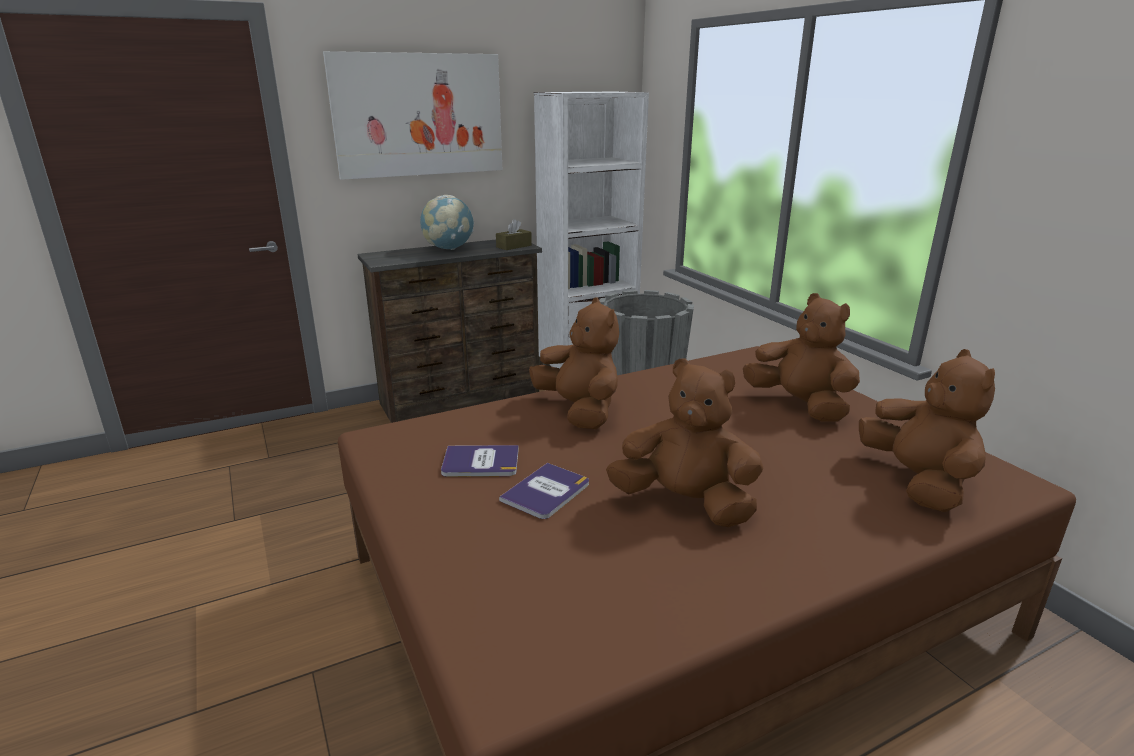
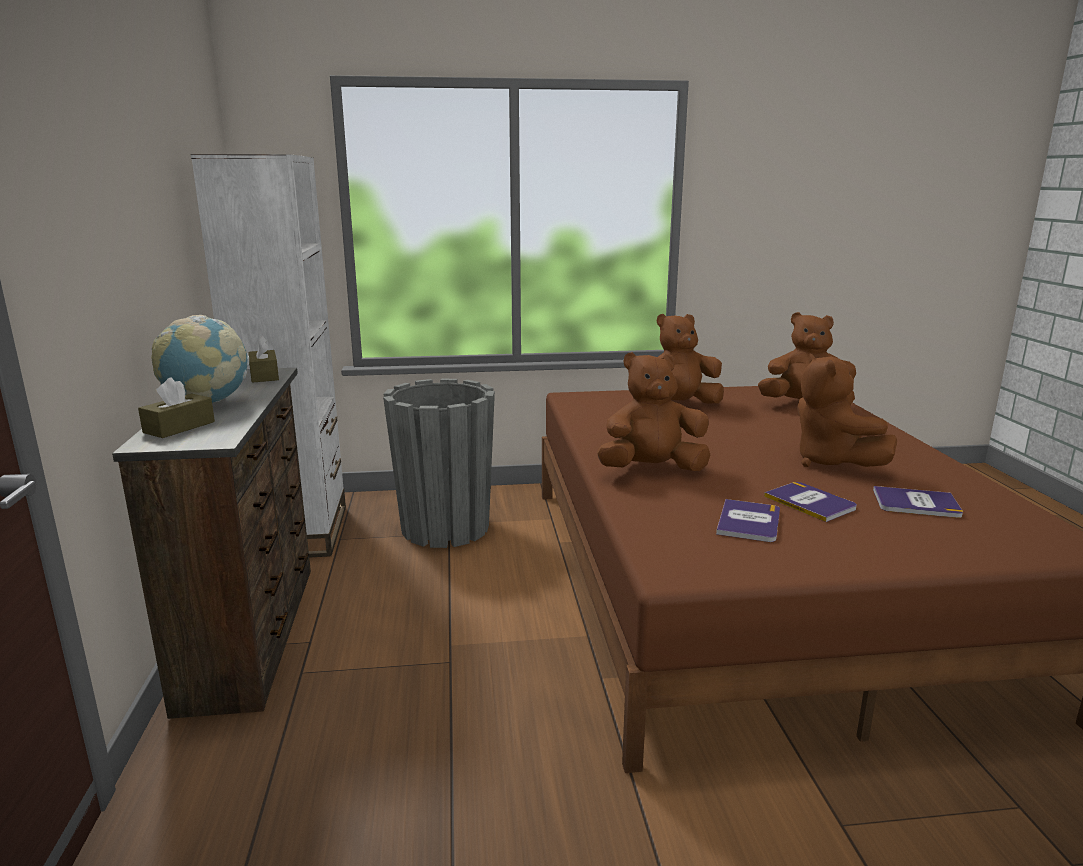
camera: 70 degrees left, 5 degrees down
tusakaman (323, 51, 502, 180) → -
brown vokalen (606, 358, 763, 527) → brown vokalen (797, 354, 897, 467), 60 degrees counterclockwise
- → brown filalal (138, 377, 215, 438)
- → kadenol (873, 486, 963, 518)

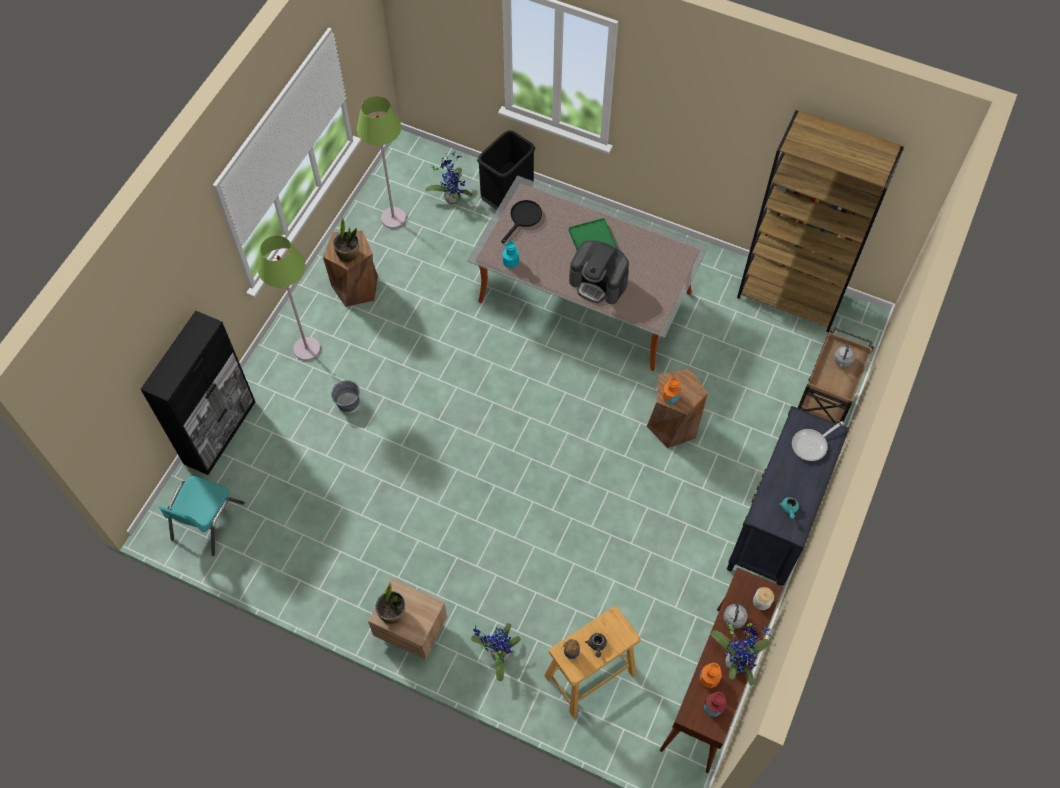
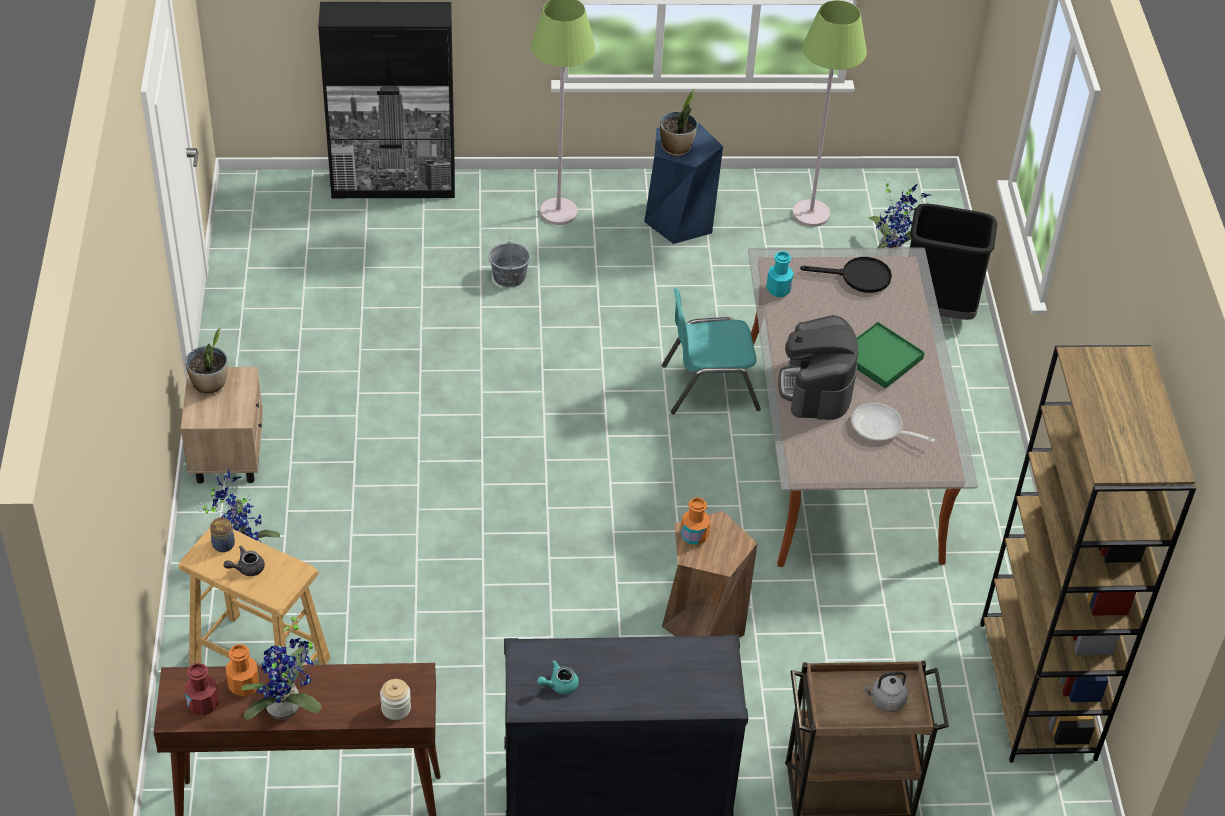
camera: 60 degrees right, 15 degrees down
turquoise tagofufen (158, 476, 245, 556) → turquoise tagofufen (662, 288, 761, 414), move
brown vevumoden (323, 230, 378, 307) → blue vevumoden (644, 122, 723, 244)
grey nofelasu (723, 602, 747, 631) → -
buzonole (792, 421, 843, 461) → buzonole (851, 403, 935, 442), move

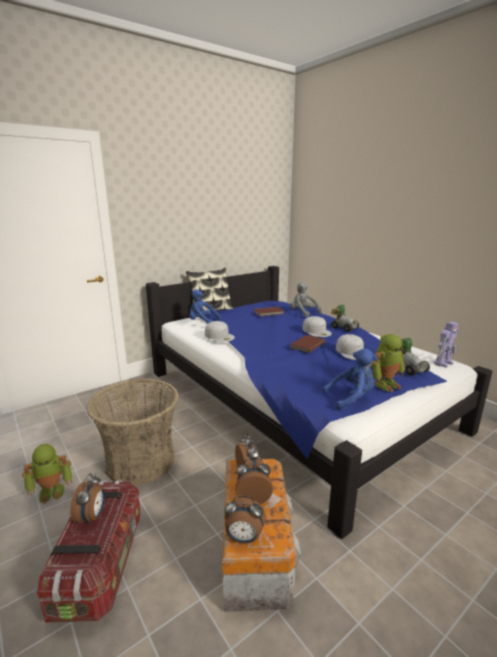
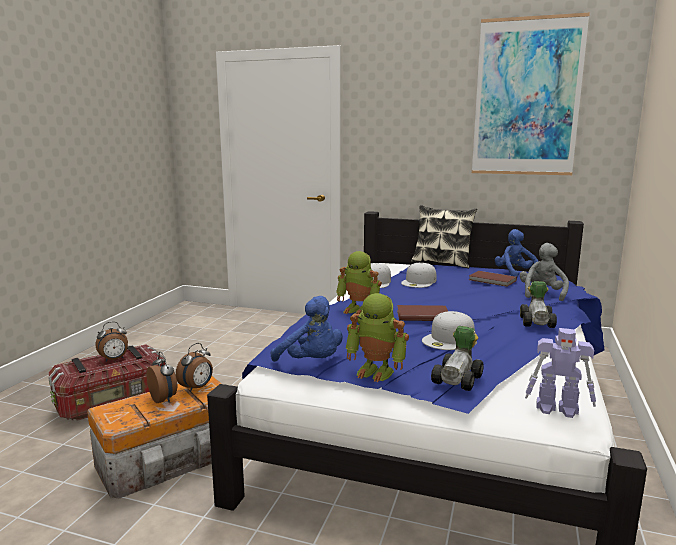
camera: 55 degrees right, 5 degrees down
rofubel (22, 444, 72, 504) → rofubel (336, 251, 382, 314), move
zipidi (86, 379, 179, 485) → -
blue vokalen (189, 289, 221, 324) → blue vokalen (495, 229, 539, 277), move
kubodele (224, 496, 266, 543) → -
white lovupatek (302, 316, 332, 337) → white lovupatek (401, 263, 436, 288), move
- → tusakaman (472, 13, 590, 175)

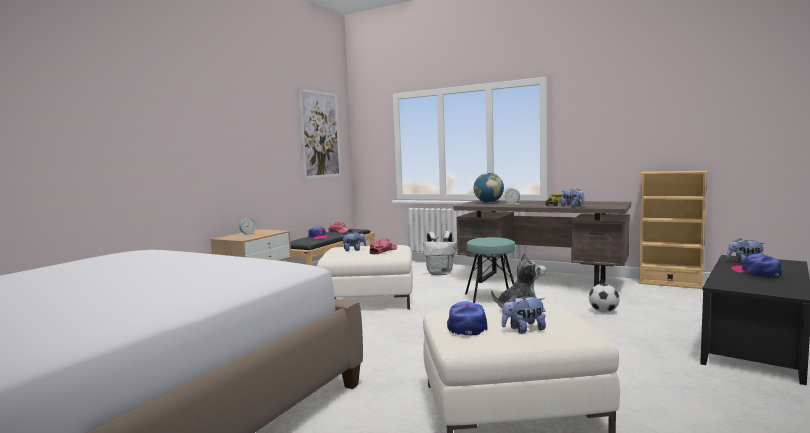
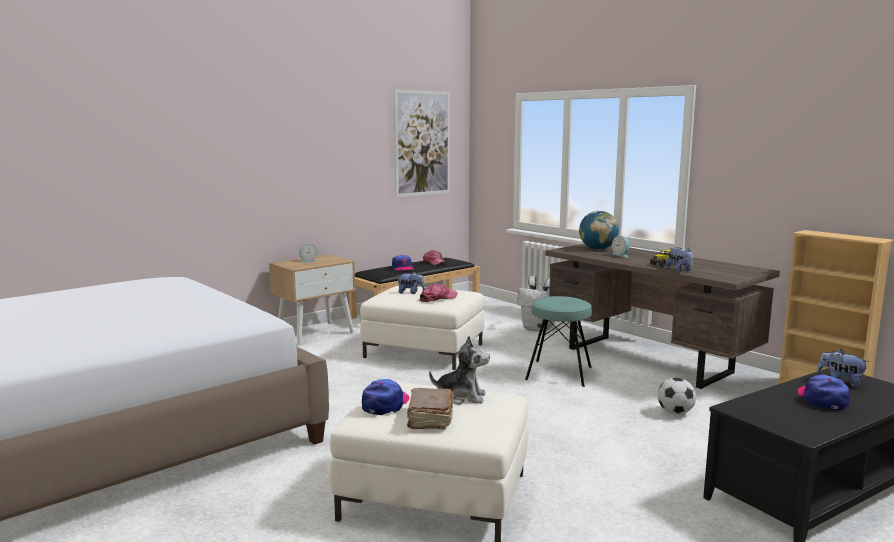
camera: 20 degrees right, 5 degrees up
vokalen (502, 294, 546, 334) → brown kadenol (407, 388, 454, 430)

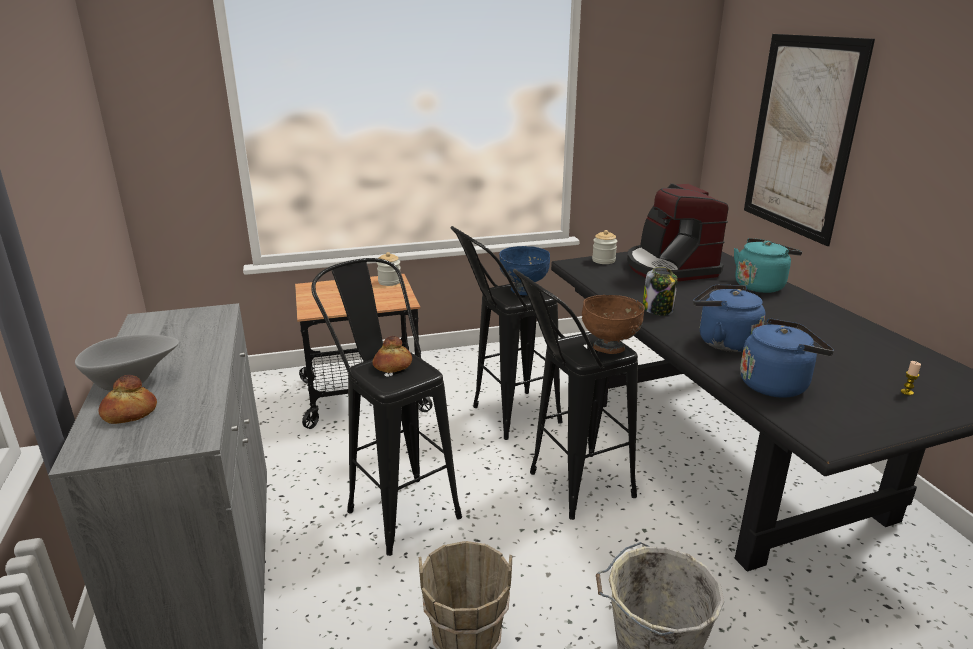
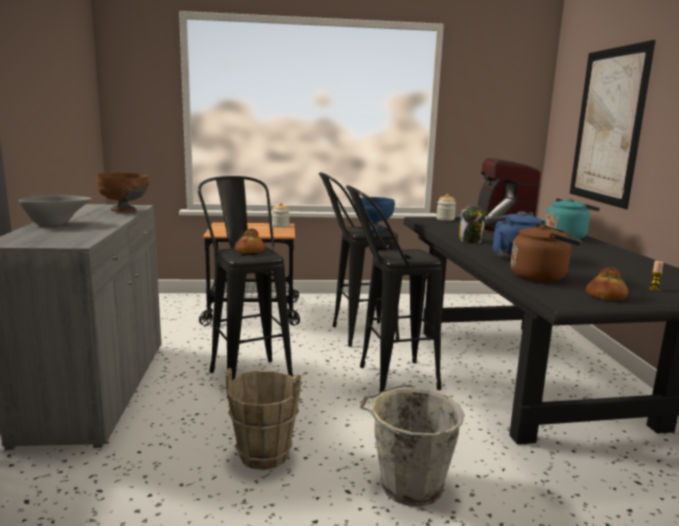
camera: 10 degrees right, 10 degrees down
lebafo (98, 375, 157, 424) → lebafo (586, 267, 628, 300), move
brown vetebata (582, 295, 645, 354) → brown vetebata (96, 172, 149, 212), move
blue nofelasu (740, 318, 834, 398) → brown nofelasu (511, 224, 582, 282)

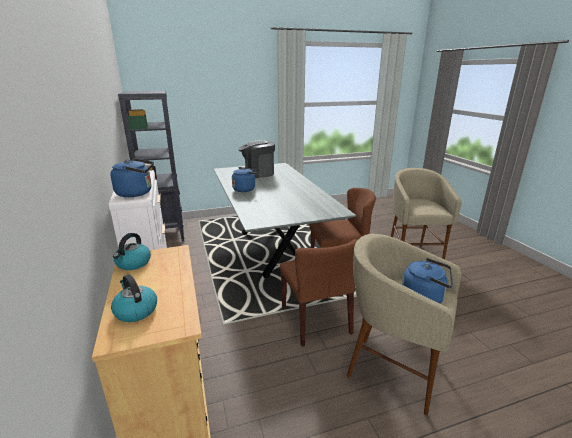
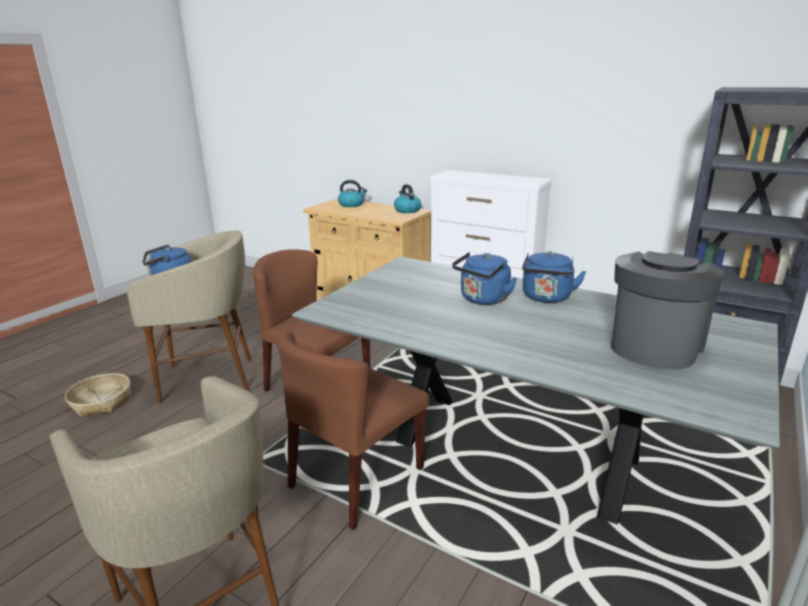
camera: 140 degrees right, 0 degrees up
blue nofelasu (110, 158, 154, 197) → blue nofelasu (452, 252, 517, 305), move
- → zipidi (65, 373, 131, 417)

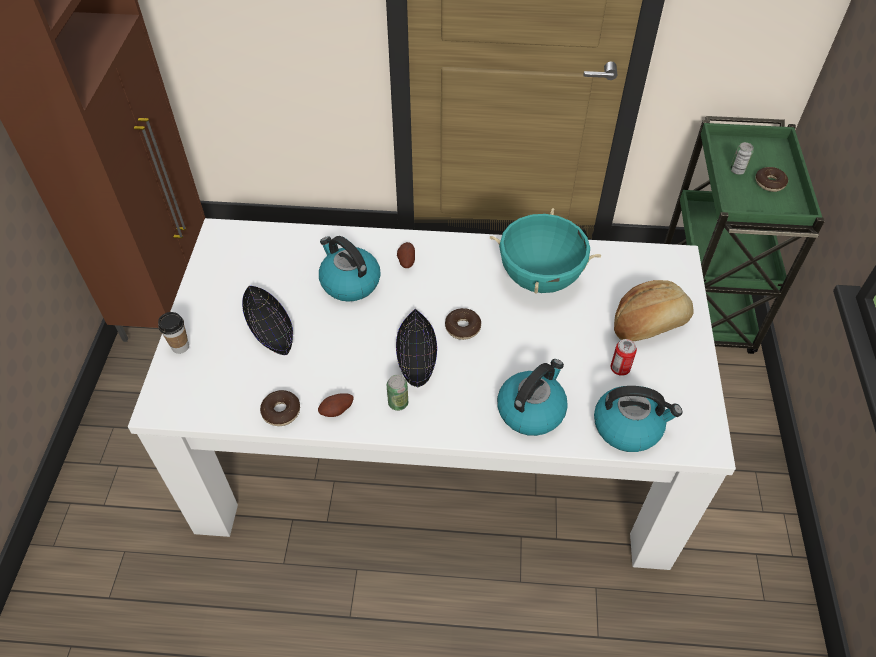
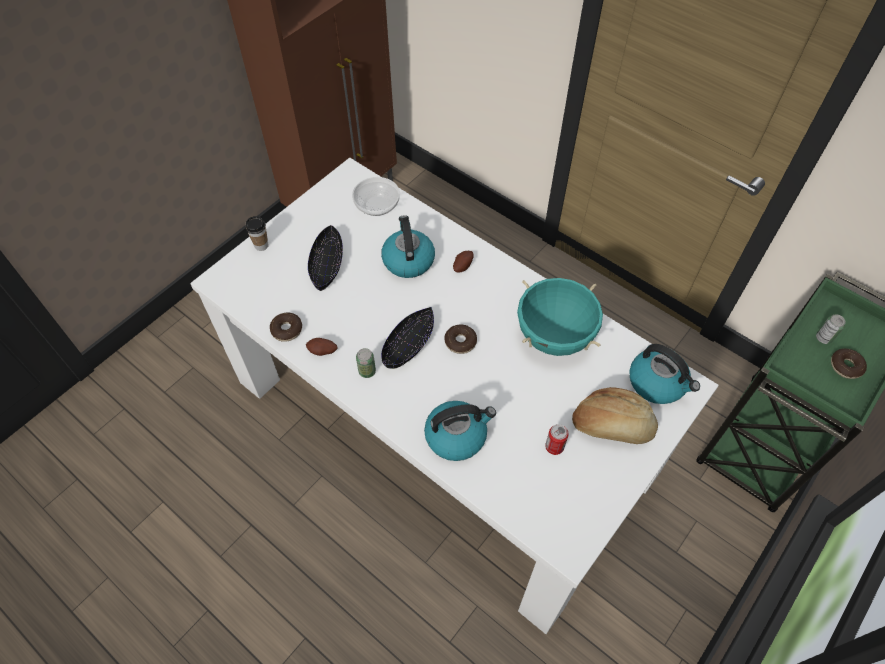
camera: 35 degrees right, 5 degrees up
nofelasu (594, 386, 682, 452) → nofelasu (630, 344, 700, 404), move
- → vetebata (352, 177, 400, 216)

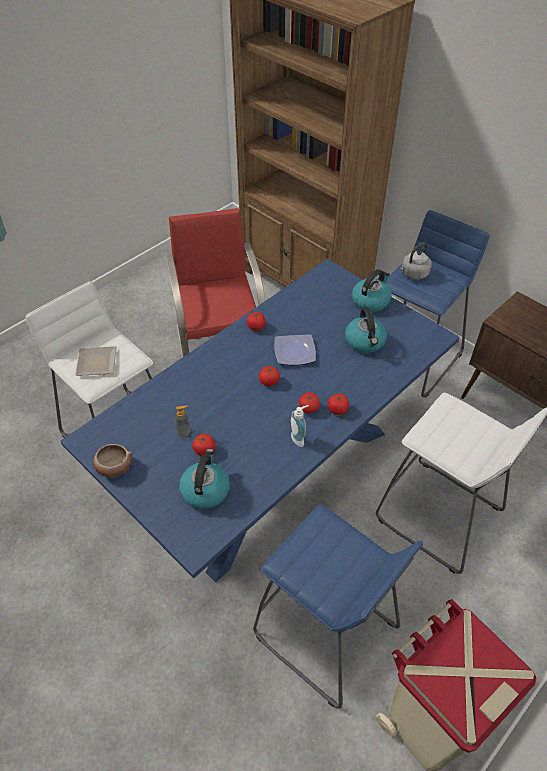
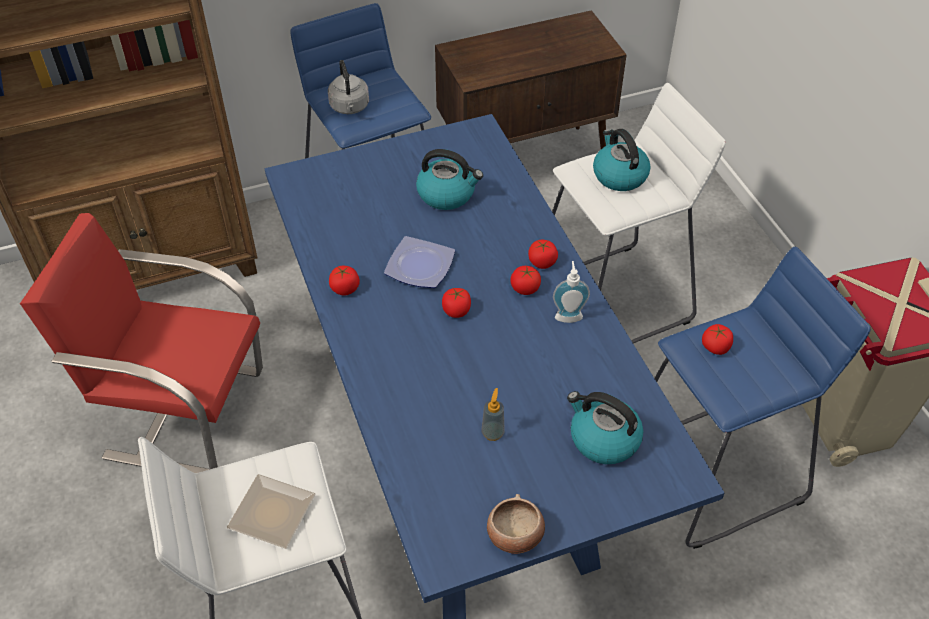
camera: 65 degrees left, 0 degrees up
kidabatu (192, 434, 216, 456) → kidabatu (702, 324, 733, 355), move
nofelasu (352, 269, 391, 312) → nofelasu (593, 129, 651, 191), move

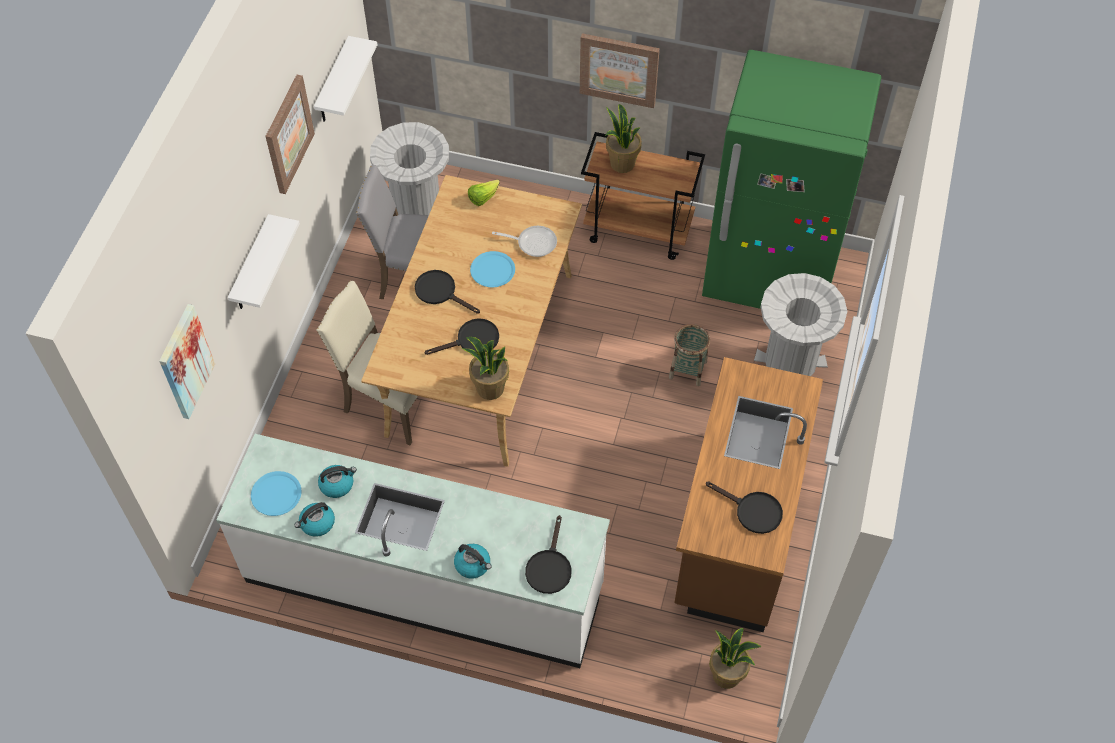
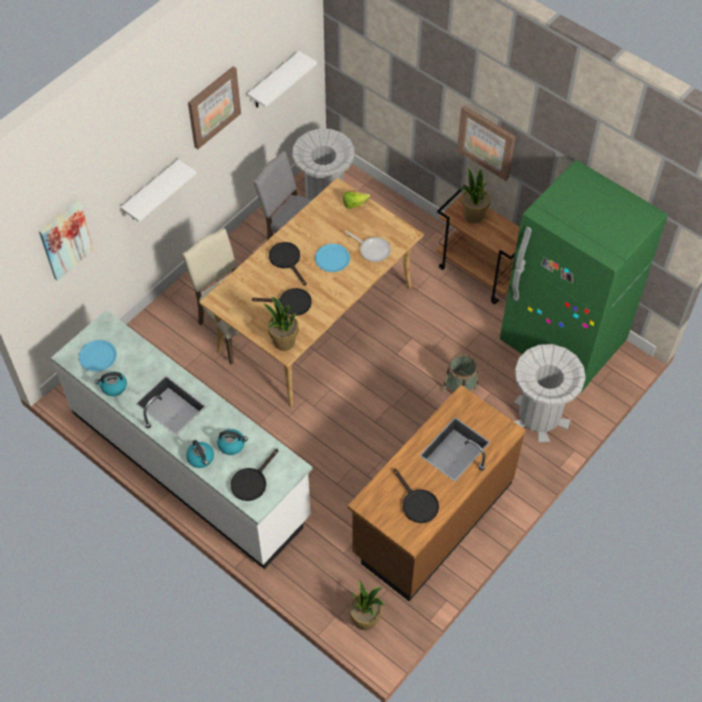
camera: 25 degrees right, 0 degrees up
nofelasu (318, 465, 357, 498) → nofelasu (217, 429, 248, 455), move

